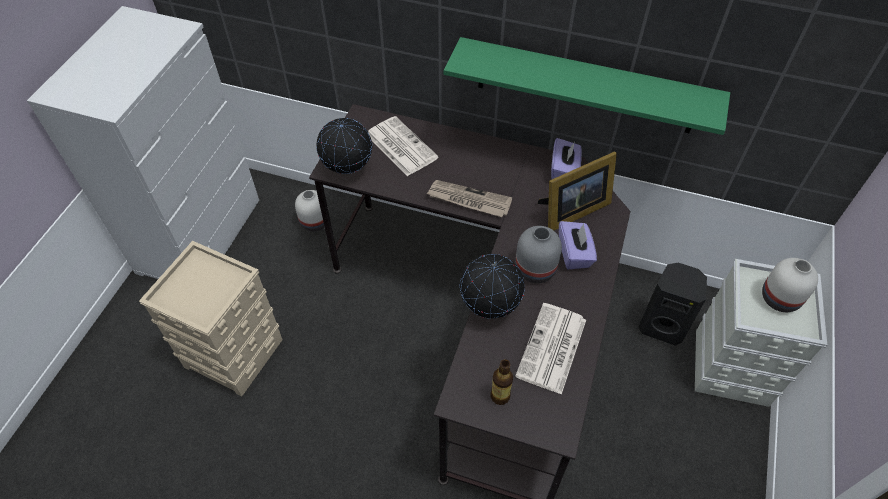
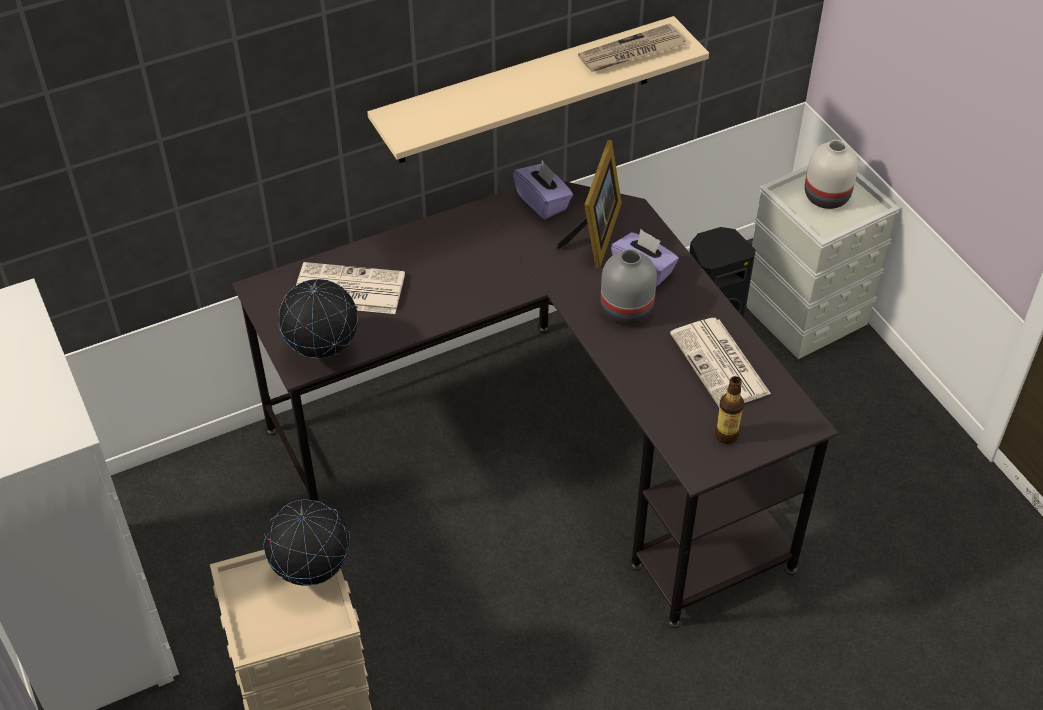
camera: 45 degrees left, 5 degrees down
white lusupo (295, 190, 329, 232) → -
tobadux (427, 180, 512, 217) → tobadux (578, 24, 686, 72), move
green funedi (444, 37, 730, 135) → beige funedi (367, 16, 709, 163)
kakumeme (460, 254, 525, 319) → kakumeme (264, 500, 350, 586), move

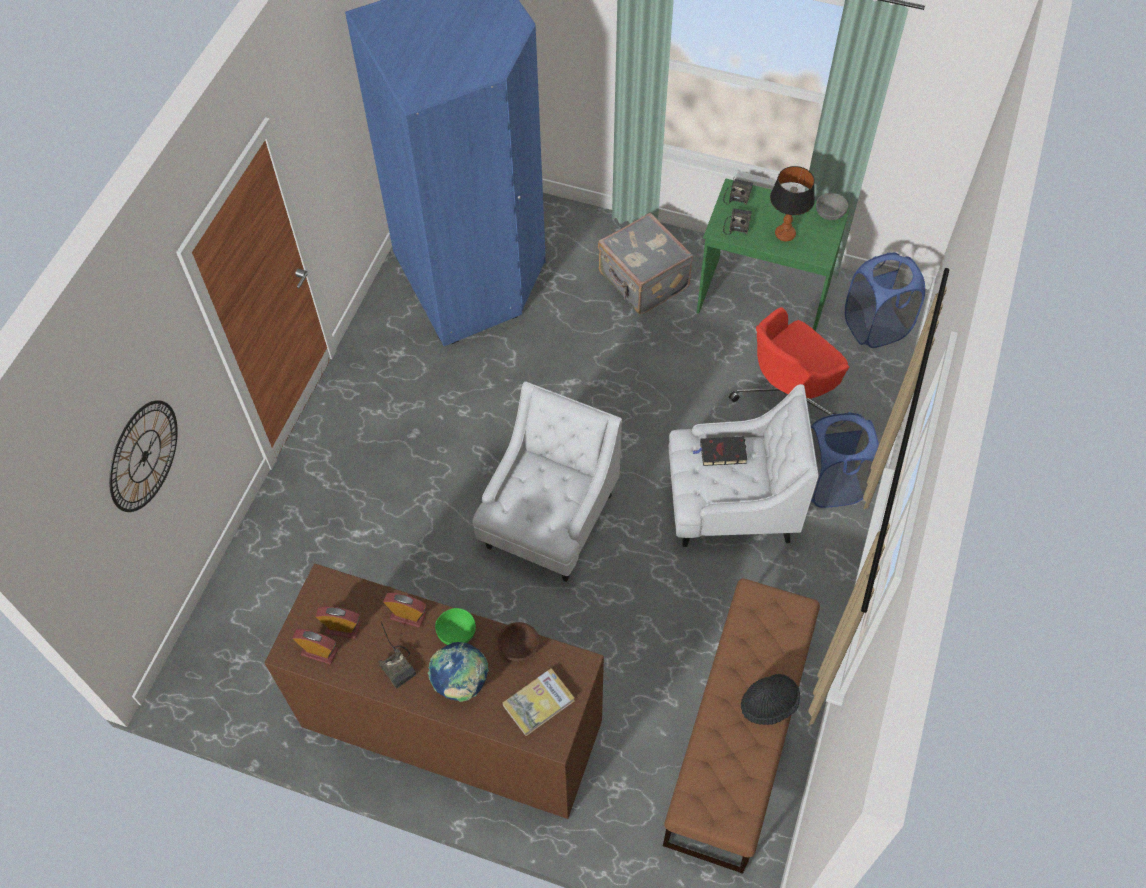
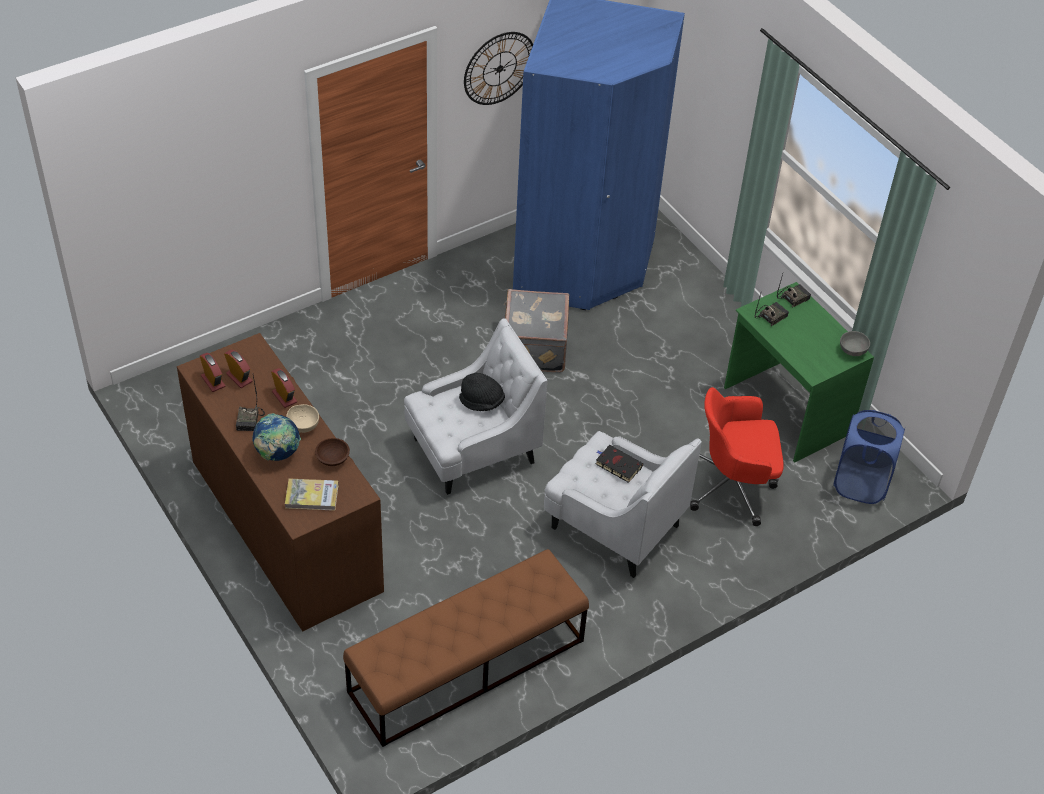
camera: 35 degrees right, 10 degrees down
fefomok (109, 400, 178, 512) → fefomok (464, 32, 533, 105), move
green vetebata (435, 608, 476, 645) → beige vetebata (286, 404, 319, 433)
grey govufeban (598, 213, 693, 315) → grey govufeban (502, 289, 569, 372), move
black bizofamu (741, 674, 800, 725) → black bizofamu (459, 373, 505, 411), move
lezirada (770, 166, 815, 242) → -
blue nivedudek (811, 412, 879, 508) → -

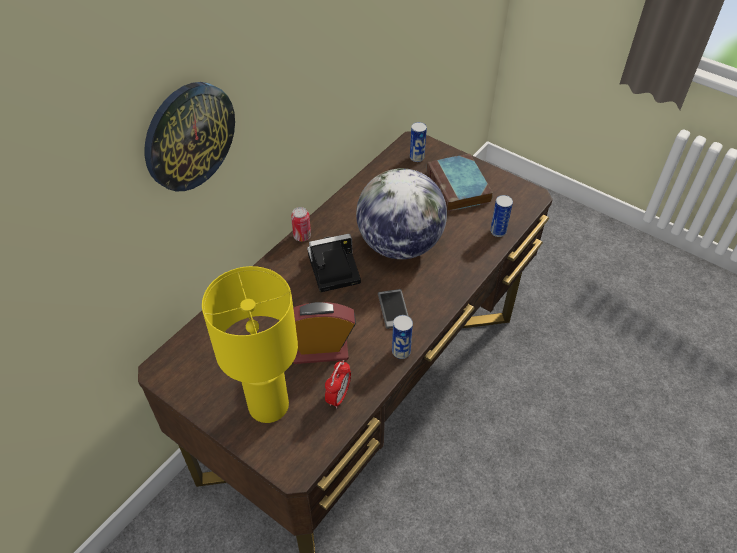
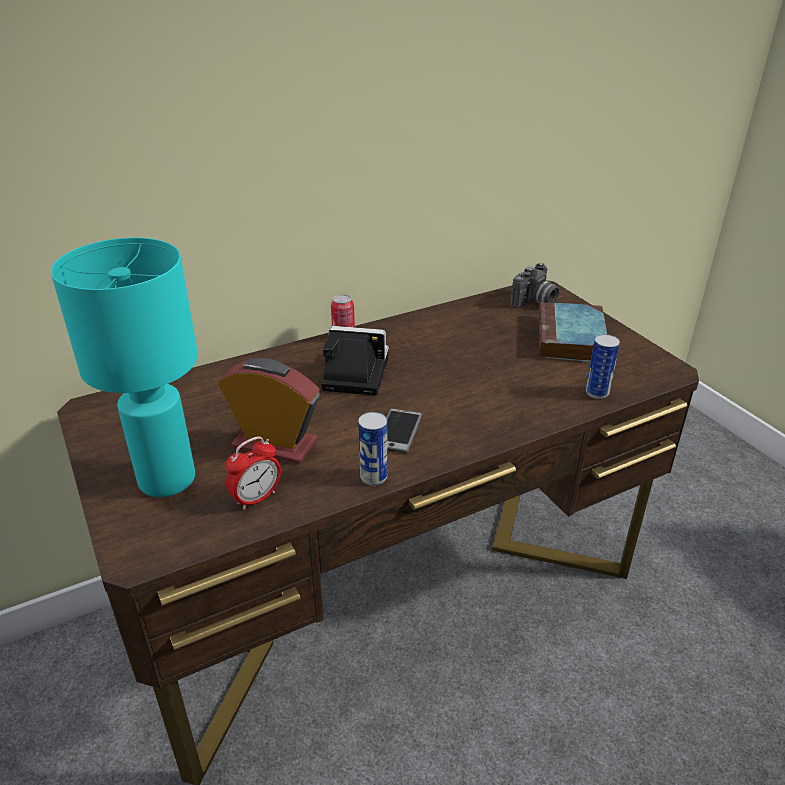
camera: 25 degrees right, 15 degrees down
fefomok (145, 82, 235, 191) → -
yellow lezirada (202, 266, 298, 423) → turquoise lezirada (51, 238, 198, 497)
kakumeme (356, 168, 447, 259) → -
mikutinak (410, 122, 427, 162) → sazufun (510, 263, 559, 308)

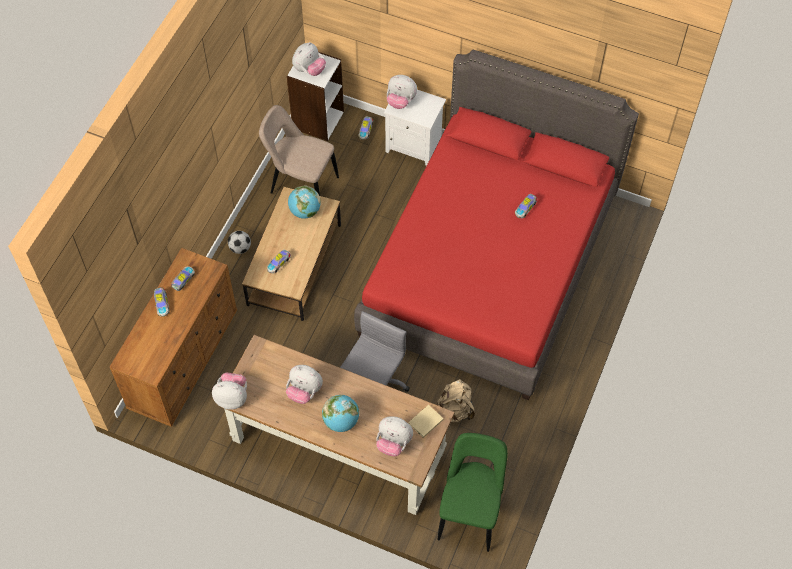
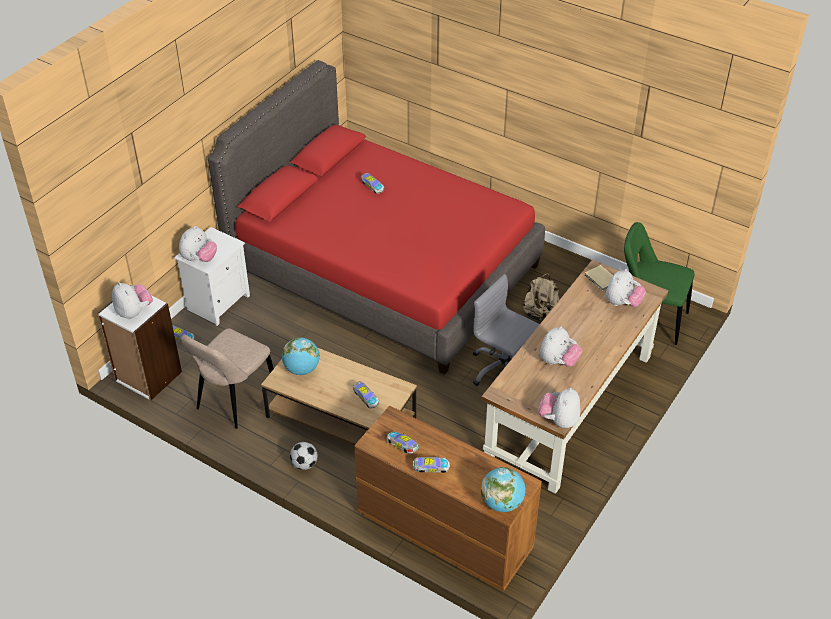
camera: 80 degrees left, 15 degrees down
kakumeme (322, 395, 359, 432) → kakumeme (481, 467, 525, 512), move

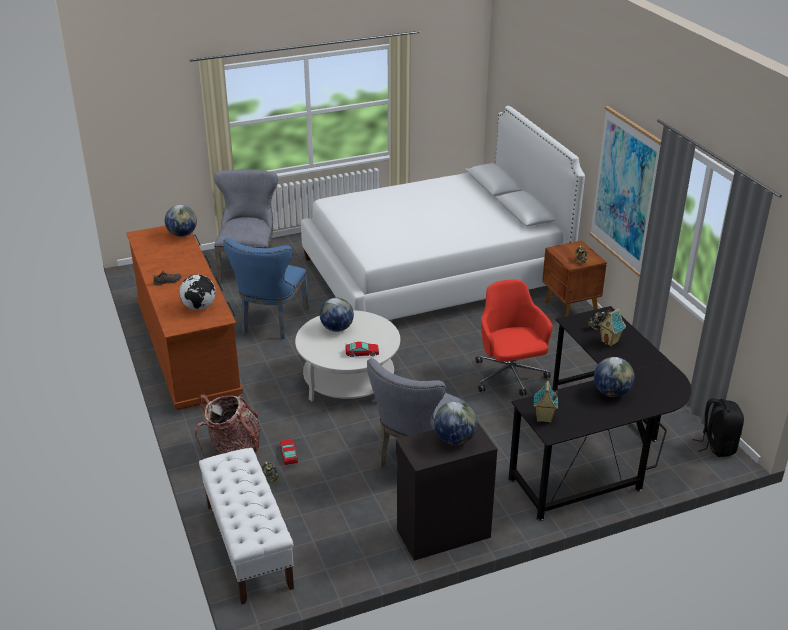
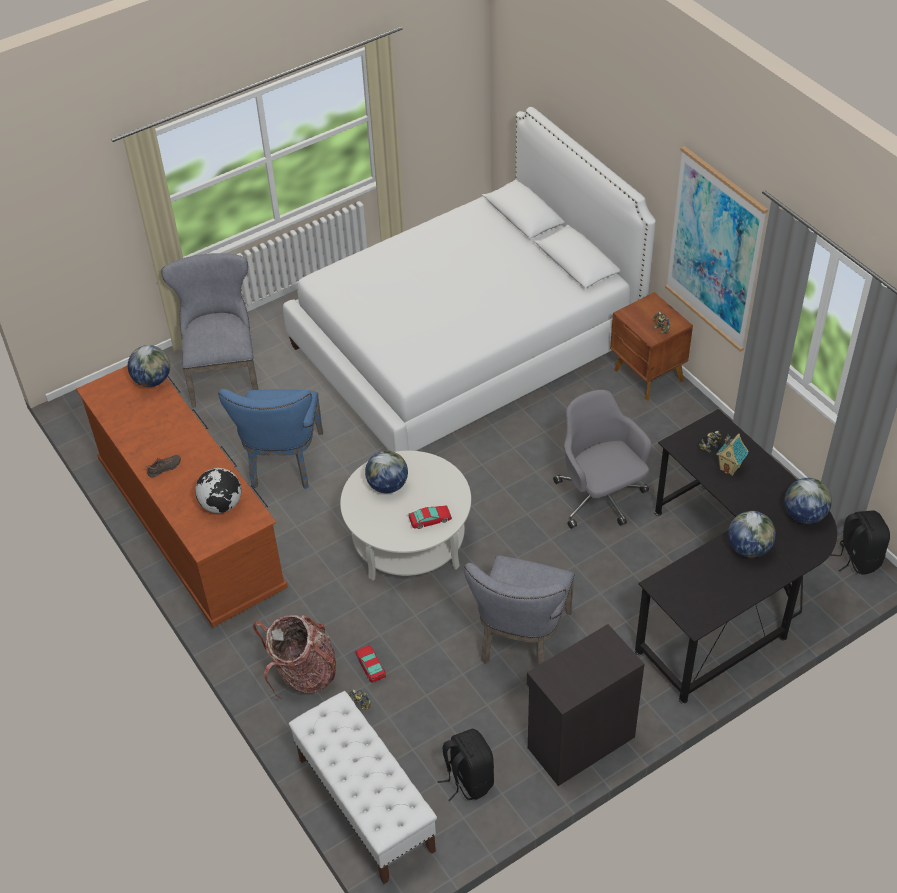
camera: 10 degrees left, 15 degrees up
kakumeme (434, 401, 477, 445) → kakumeme (785, 478, 832, 524), move
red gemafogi (476, 279, 553, 396) → grey gemafogi (553, 390, 651, 529)
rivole (534, 381, 558, 423) → -
- → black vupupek (437, 729, 494, 801)

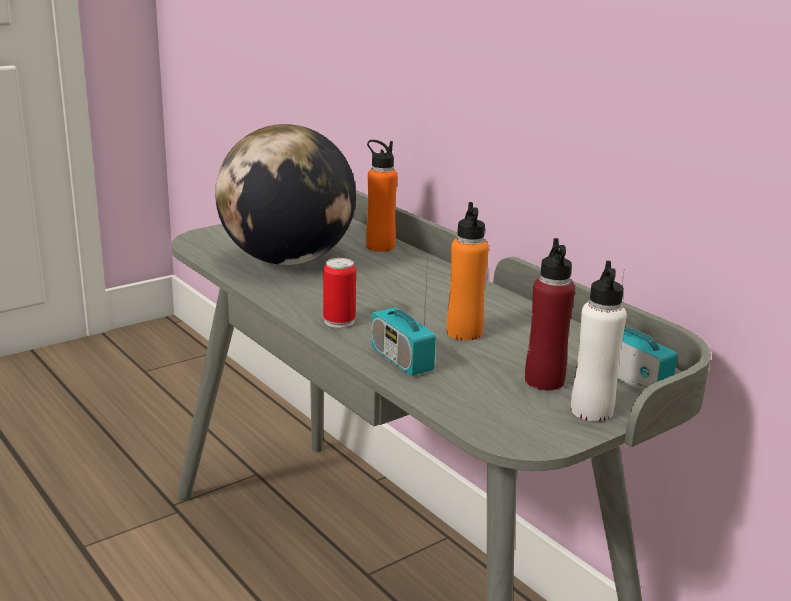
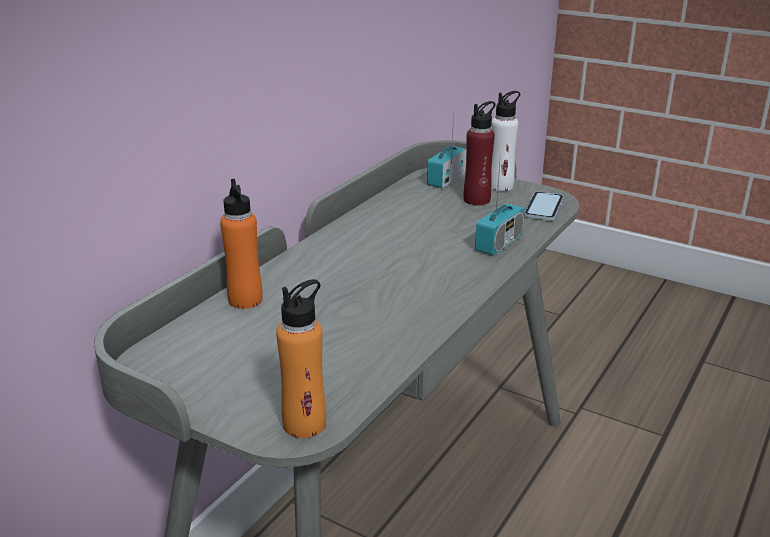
camera: 110 degrees left, 5 degrees up
kakumeme (215, 124, 356, 265) → -
mikutinak (323, 258, 356, 328) → -
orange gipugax (447, 202, 489, 341) → orange gipugax (276, 279, 326, 438), move
- → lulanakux (524, 192, 564, 220)

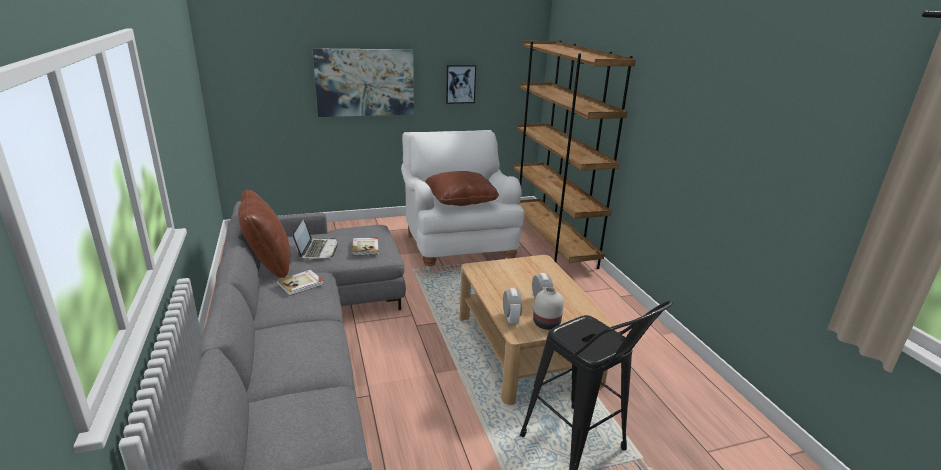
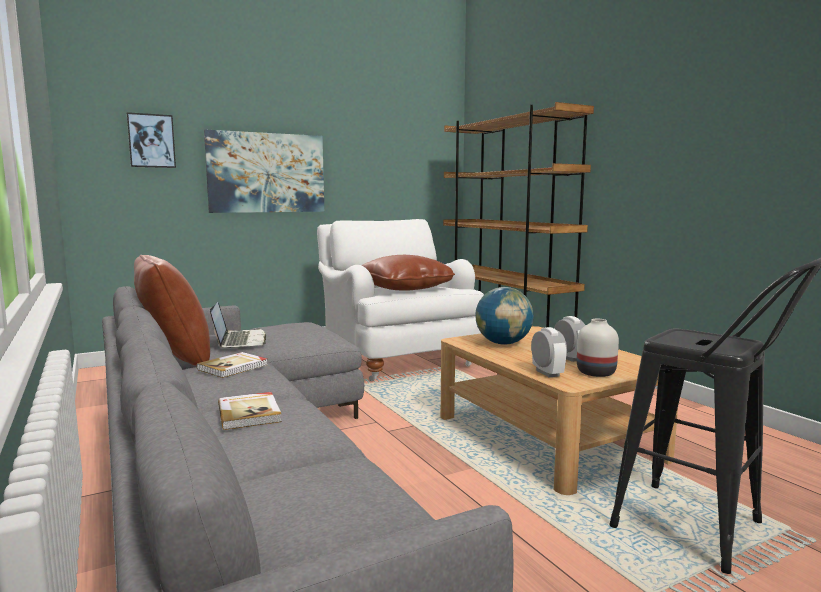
camera: 10 degrees left, 15 degrees down
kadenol (352, 237, 379, 256) → kadenol (218, 392, 282, 430), move
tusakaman (446, 65, 476, 104) → tusakaman (127, 112, 176, 168), move
- → kakumeme (475, 287, 534, 345)

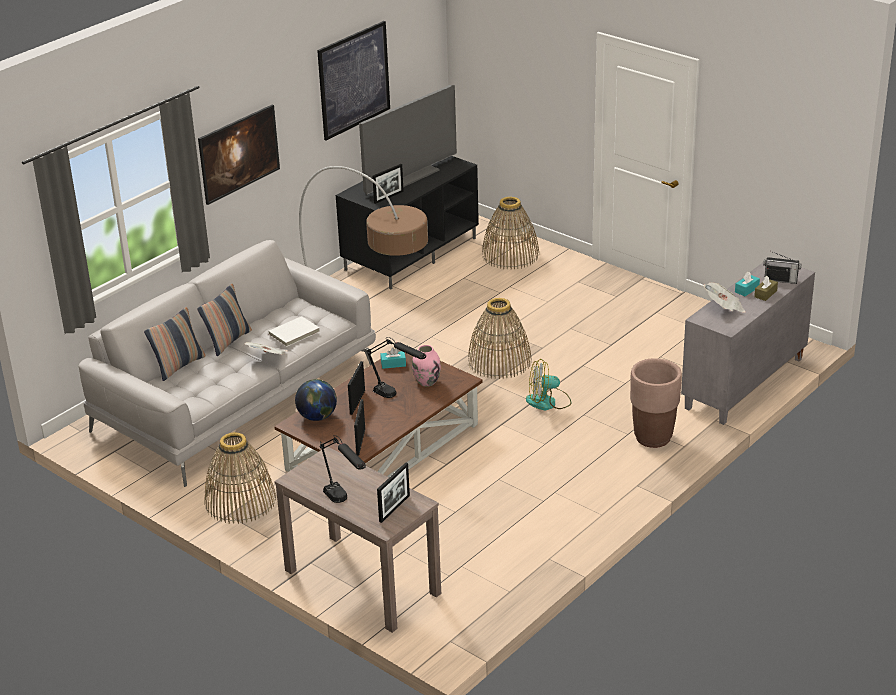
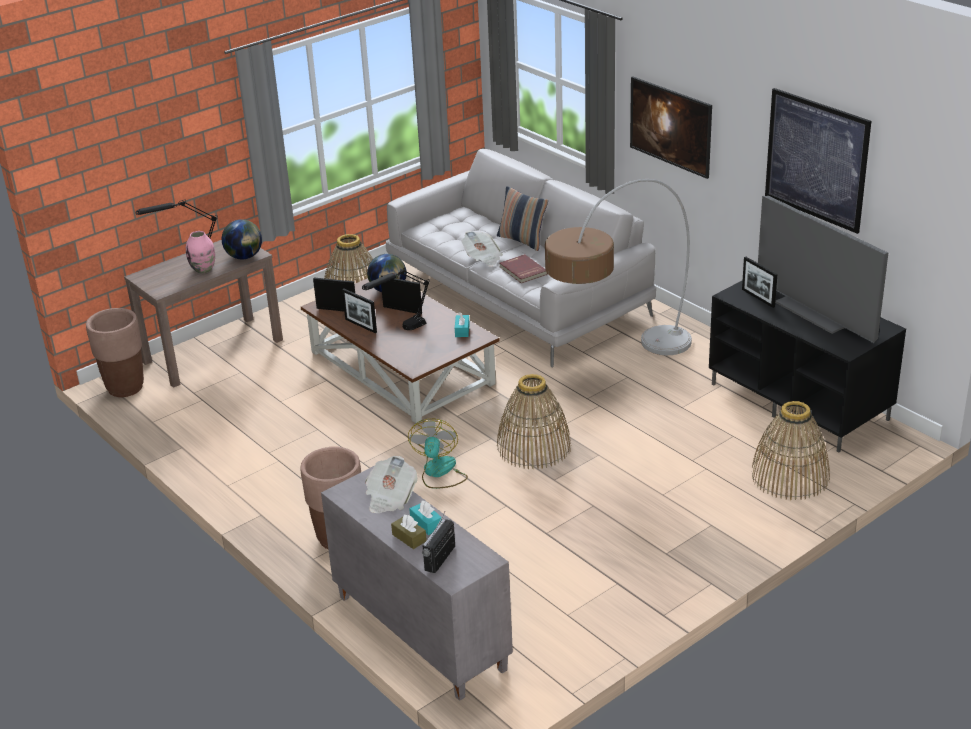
camera: 100 degrees right, 0 degrees up
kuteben (144, 307, 206, 381) → -
white kadenol (268, 316, 320, 347) → red kadenol (500, 254, 547, 283)
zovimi (377, 462, 410, 523) → zovimi (342, 289, 377, 333), move
pink lusupo (412, 345, 441, 387) → pink lusupo (186, 231, 215, 273), move
- → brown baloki (86, 308, 144, 397)
- → kakumeme (222, 219, 262, 259)

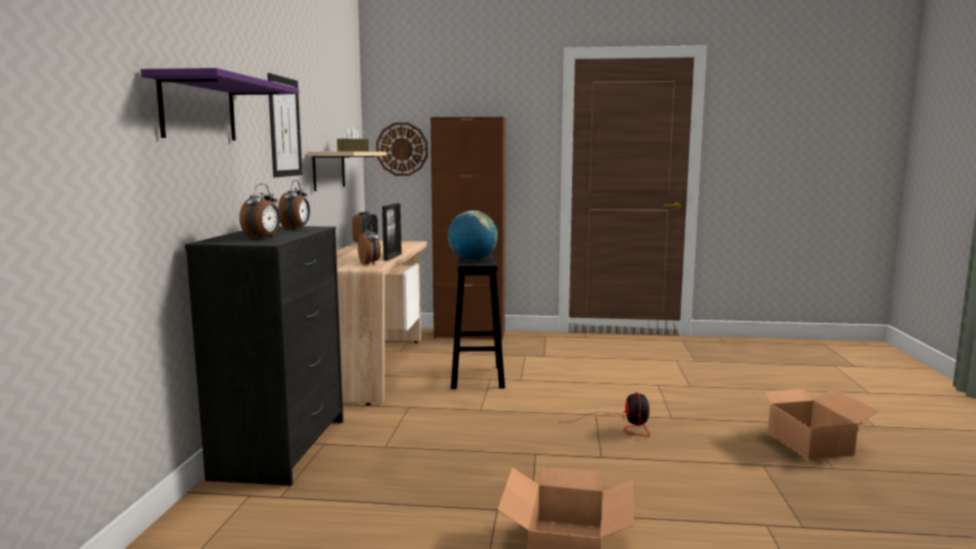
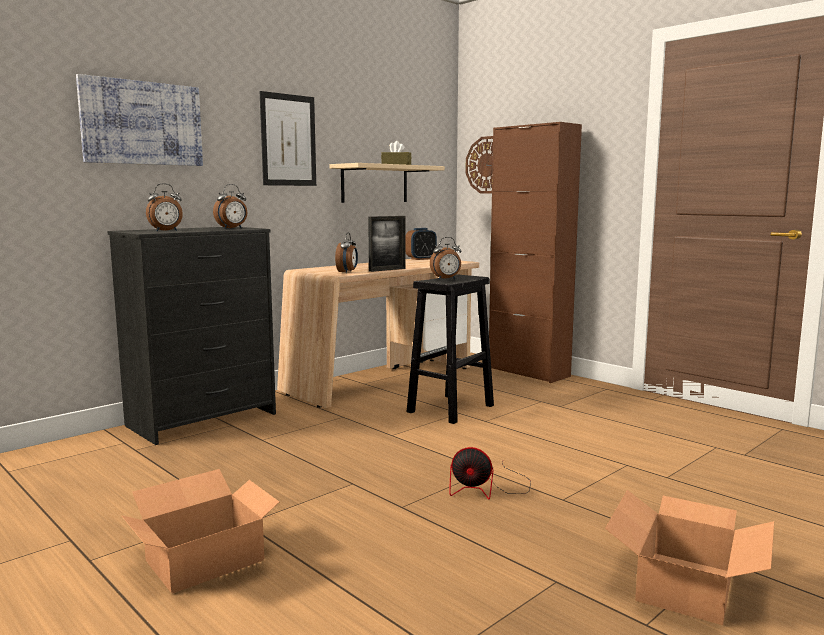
camera: 40 degrees right, 0 degrees up
purple funedi (141, 68, 299, 141) → tusakaman (76, 74, 203, 166)
kakumeme (448, 211, 498, 261) → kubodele (430, 237, 461, 279)
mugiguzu (571, 392, 650, 437) → mugiguzu (449, 447, 531, 500), 60 degrees clockwise

